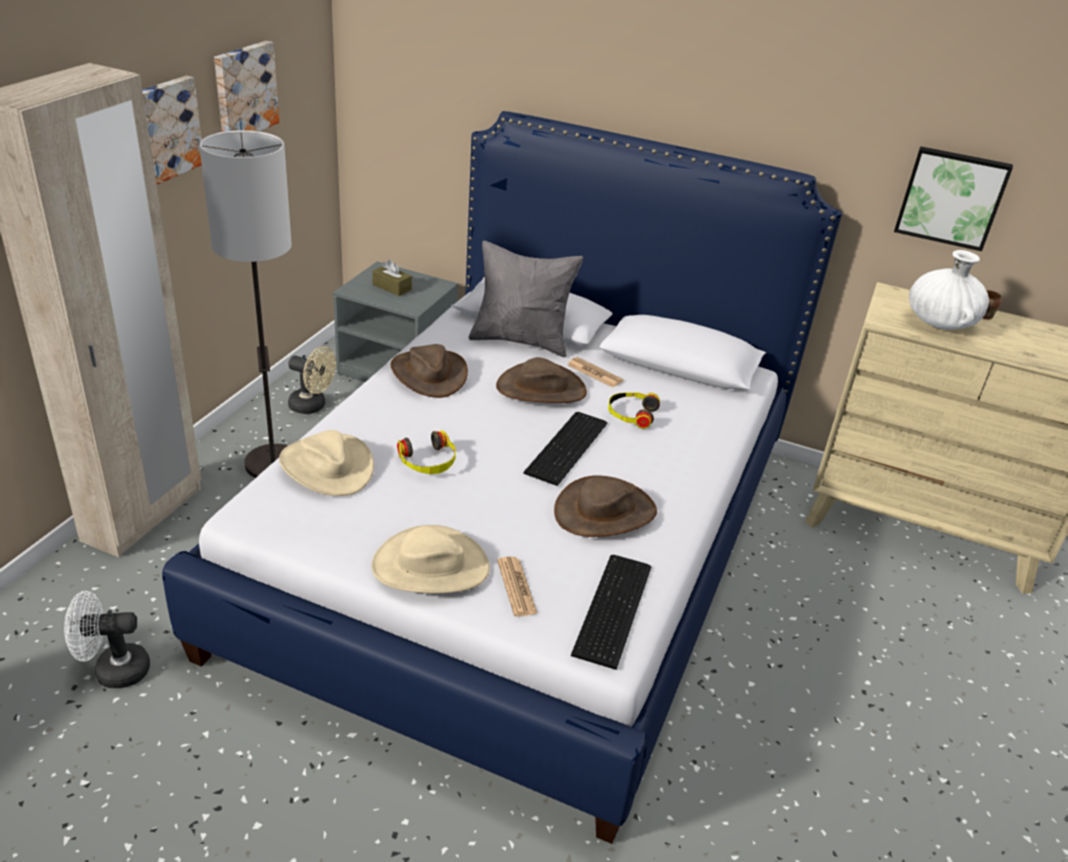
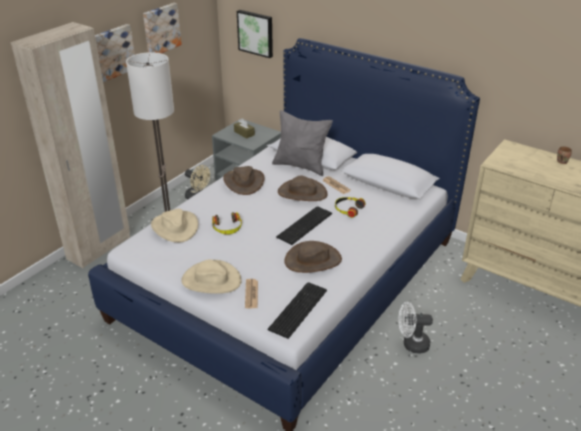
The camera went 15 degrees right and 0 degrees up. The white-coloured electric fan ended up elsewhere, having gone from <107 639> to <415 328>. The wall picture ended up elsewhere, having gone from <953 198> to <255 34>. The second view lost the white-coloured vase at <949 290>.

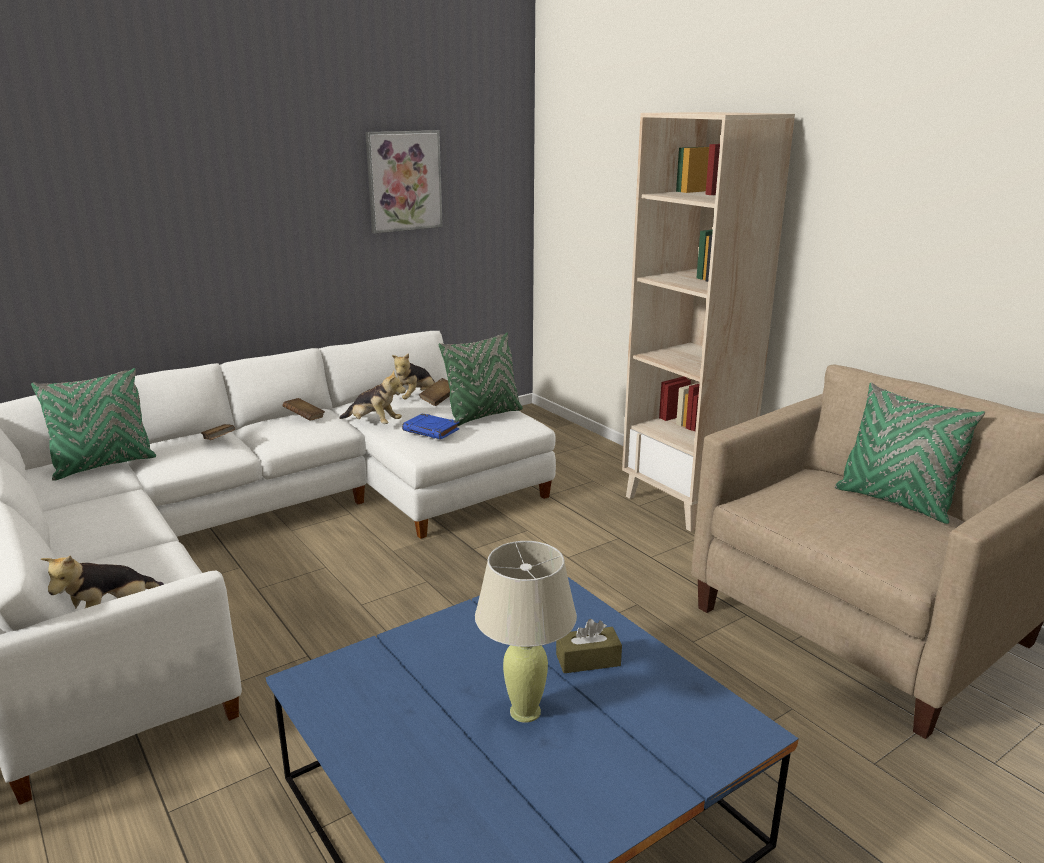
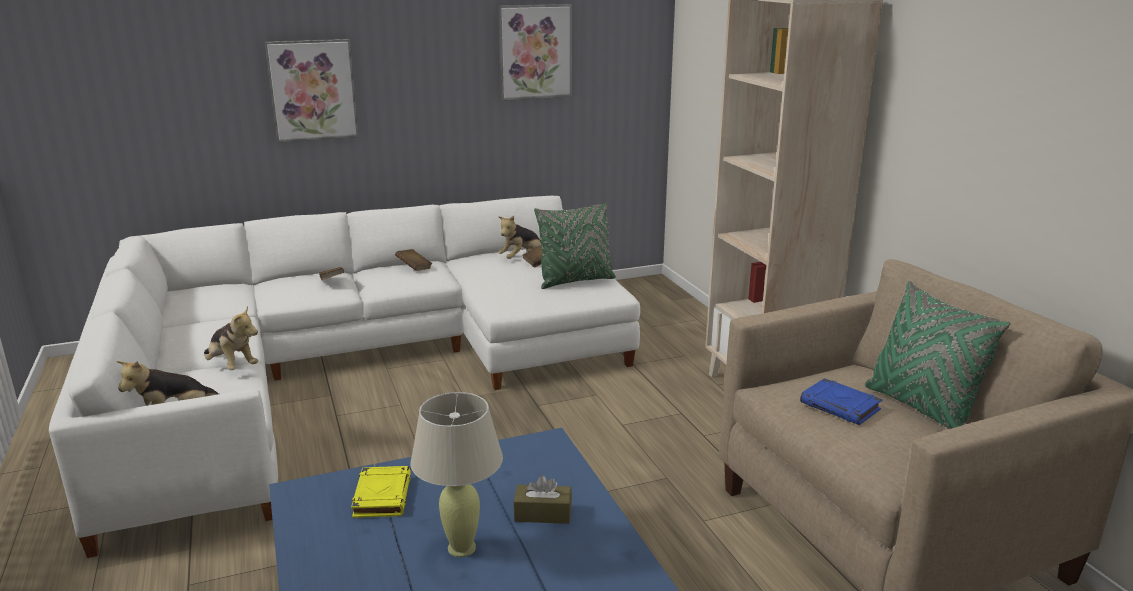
The camera went 15 degrees right and 0 degrees up. The second view lost the green-coloured throw pillow at <93 424>. The cuddly toy ended up elsewhere, having gone from <372 397> to <231 338>. The blue book ended up elsewhere, having gone from <430 426> to <841 401>. The second view gained the wall picture at <312 91>. The second view gained the yellow-coloured book at <381 492>.

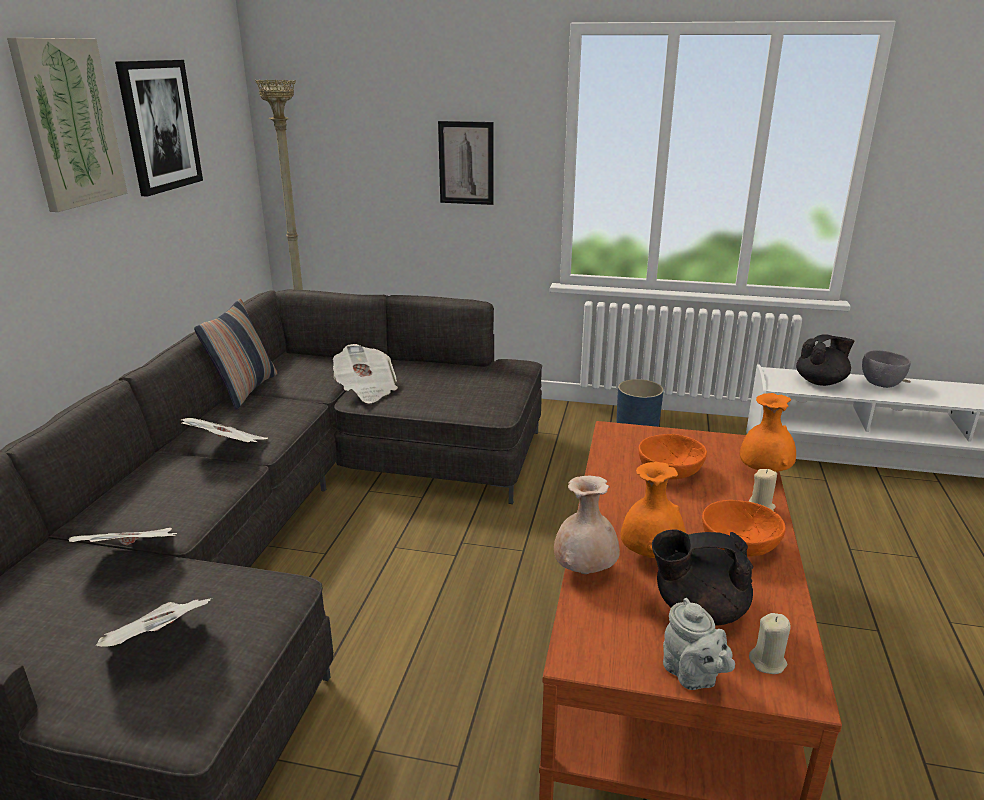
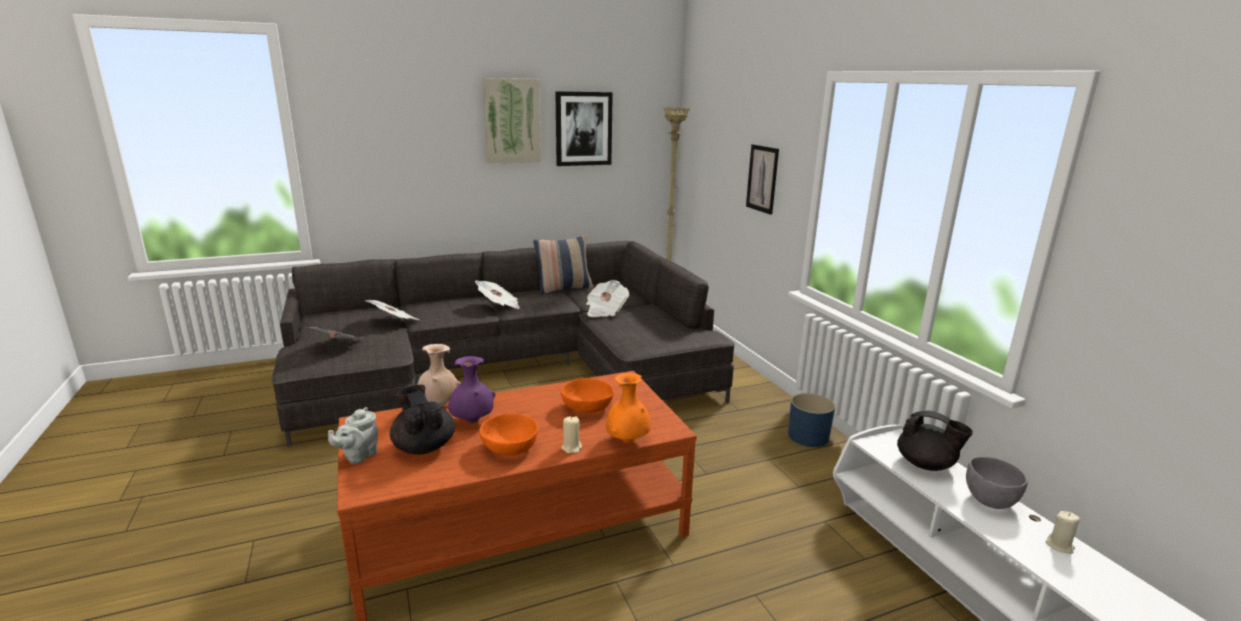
The camera went 55 degrees right and 5 degrees down. What was the orange vase at <653 510> turned into the purple-coloured vase at <471 389>. The beige-coloured wax candle ended up elsewhere, having gone from <769 643> to <1063 532>.

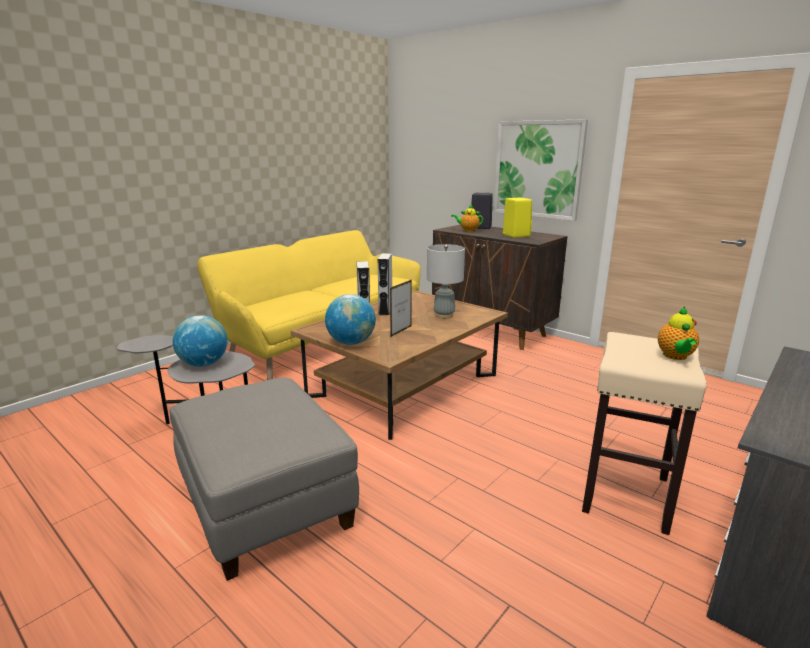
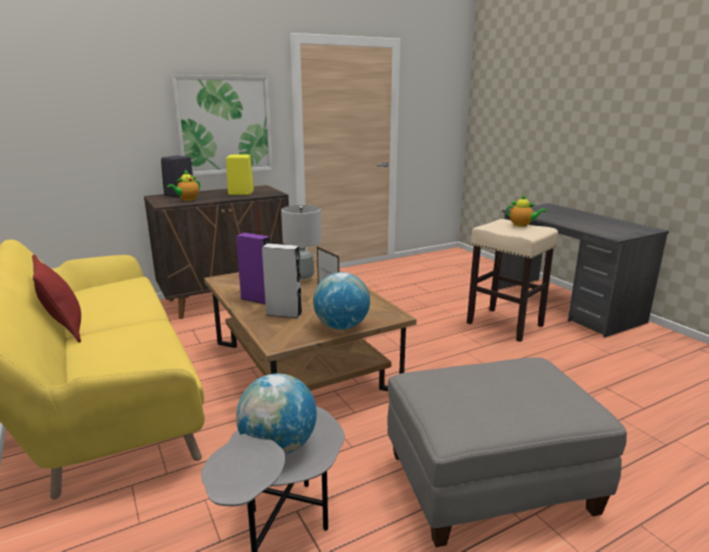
The camera went 70 degrees left and 0 degrees up. What was the greyish audio speaker at <385 284> turned into the purple-coloured audio speaker at <253 268>. The second view gained the red-coloured throw pillow at <56 298>.

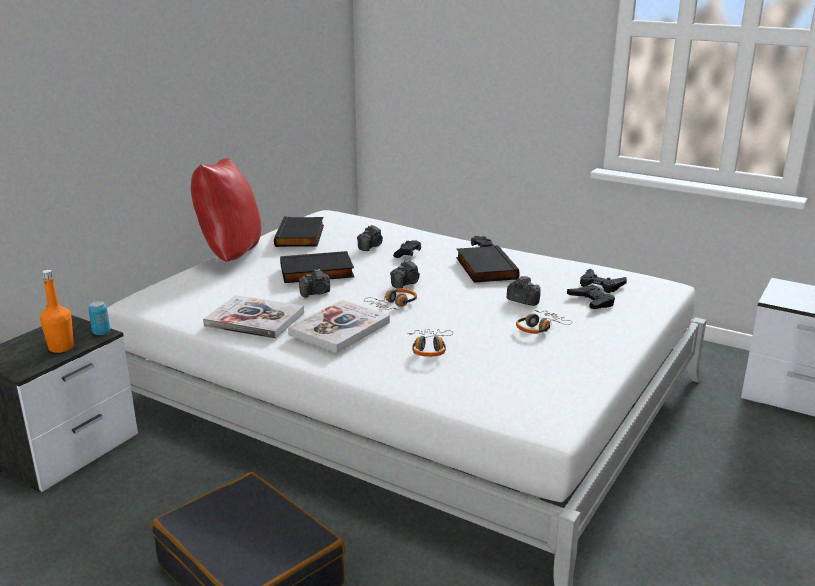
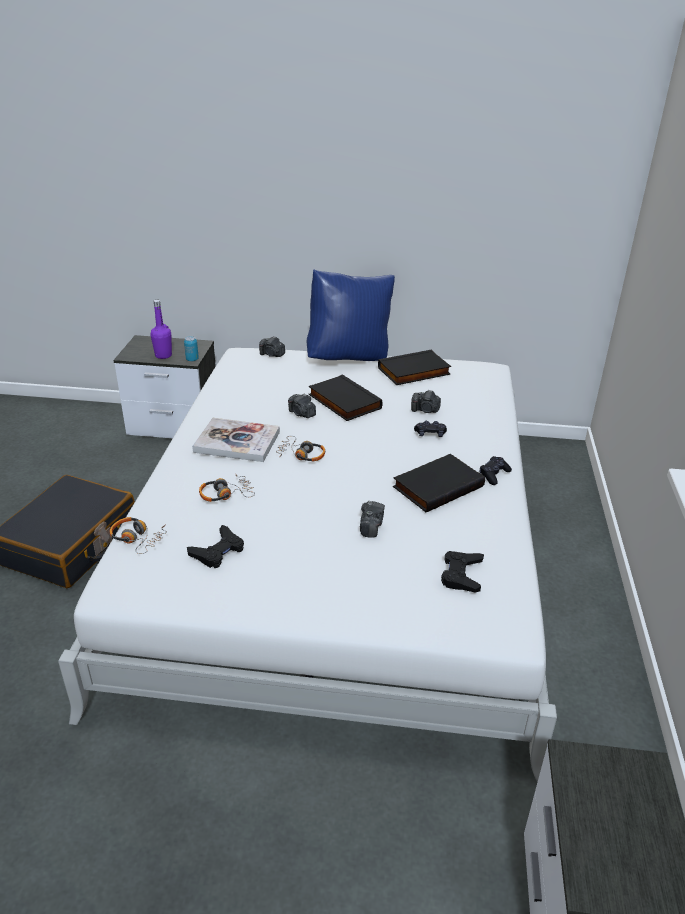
The camera went 65 degrees right and 10 degrees up. What was the orange beverage bottle at <57 311> turned into the purple-coloured beverage bottle at <161 329>. What was the red-coloured throw pillow at <226 210> turned into the blue throw pillow at <351 315>. The second view lost the book at <253 317>. The photo camera ended up elsewhere, having gone from <405 274> to <272 346>. The headphones ended up elsewhere, having gone from <544 322> to <138 535>. The black joypad ended up elsewhere, having gone from <591 297> to <215 546>.

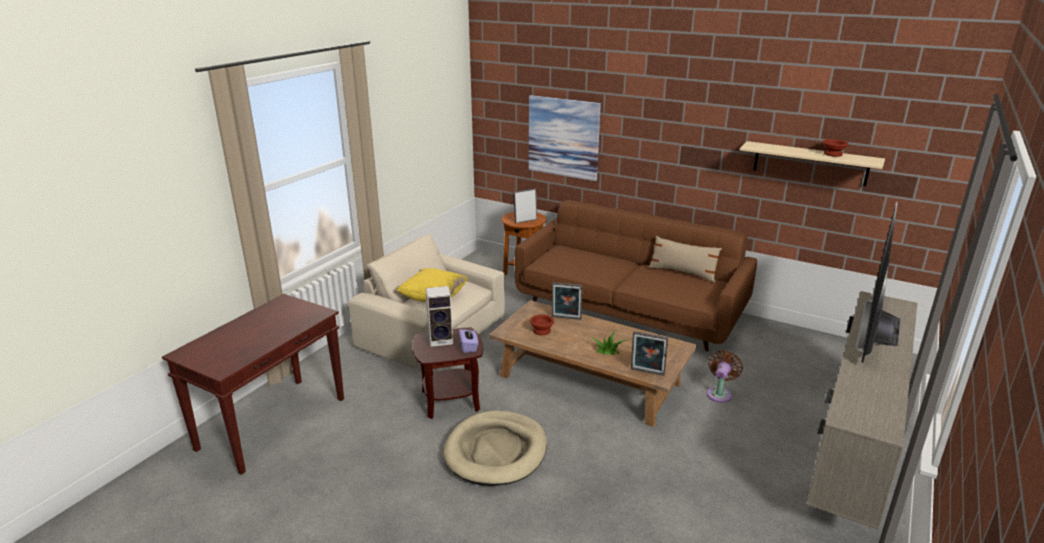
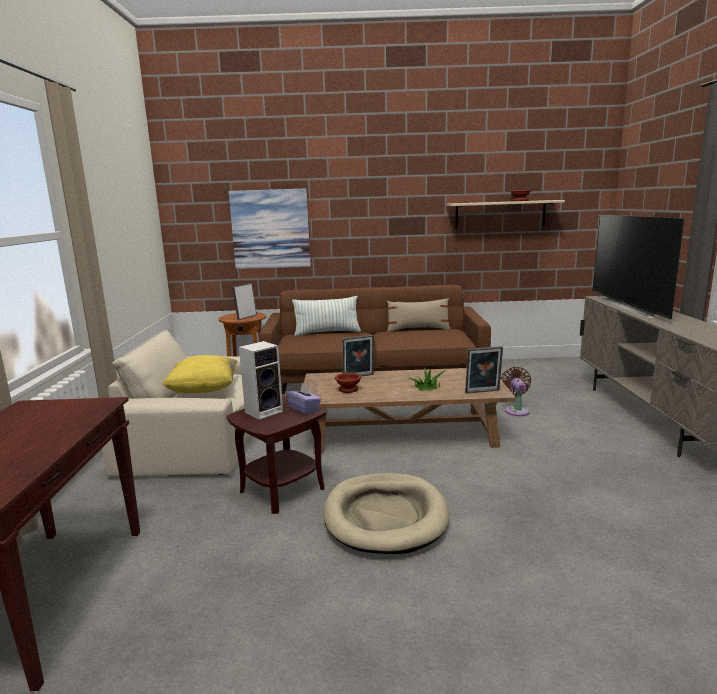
The camera went 30 degrees left and 10 degrees down. The second view gained the throw pillow at <326 316>.

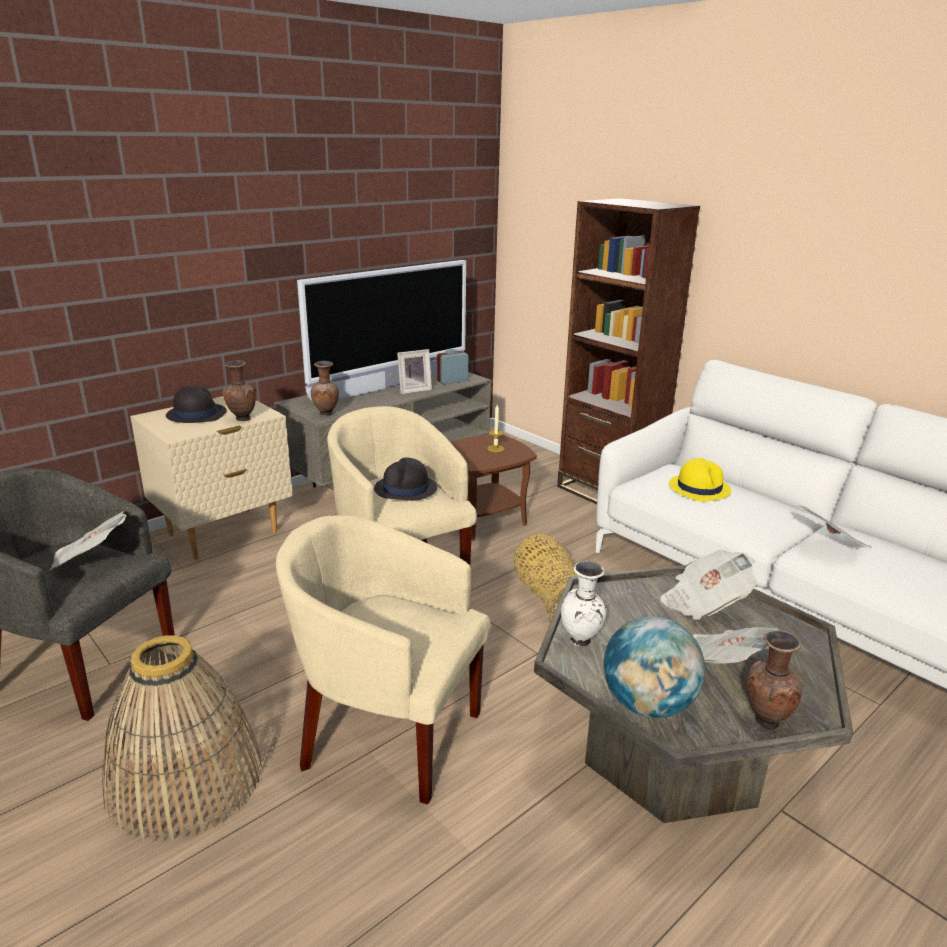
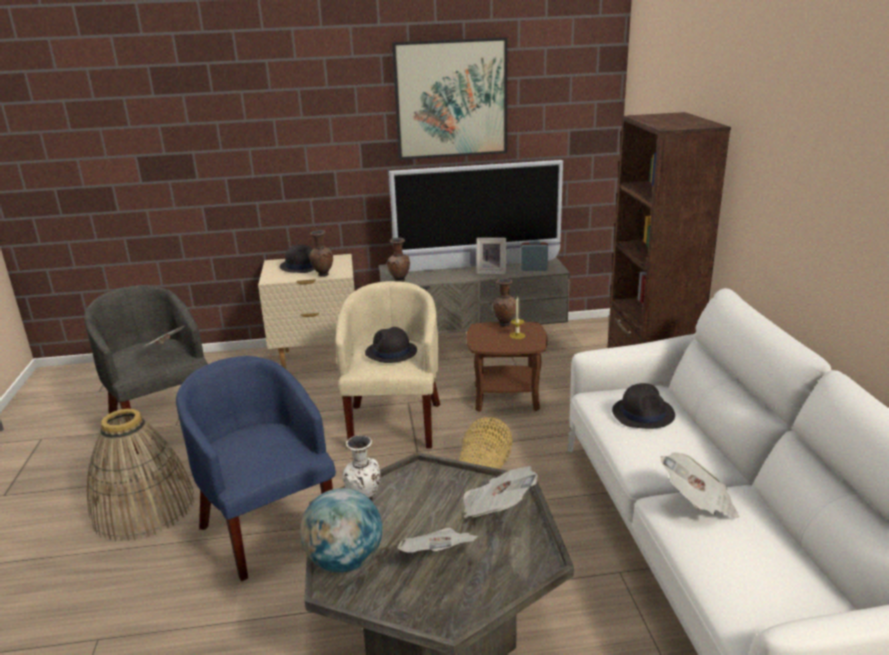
The camera went 35 degrees right and 0 degrees up. What was the beige-coloured lounge chair at <383 659> turned into the blue lounge chair at <256 468>. What was the yellow-coloured clothing hat at <700 480> turned into the black clothing hat at <643 406>. The brown-coloured vase ended up elsewhere, having gone from <774 680> to <504 302>. The second view gained the wall picture at <449 98>.

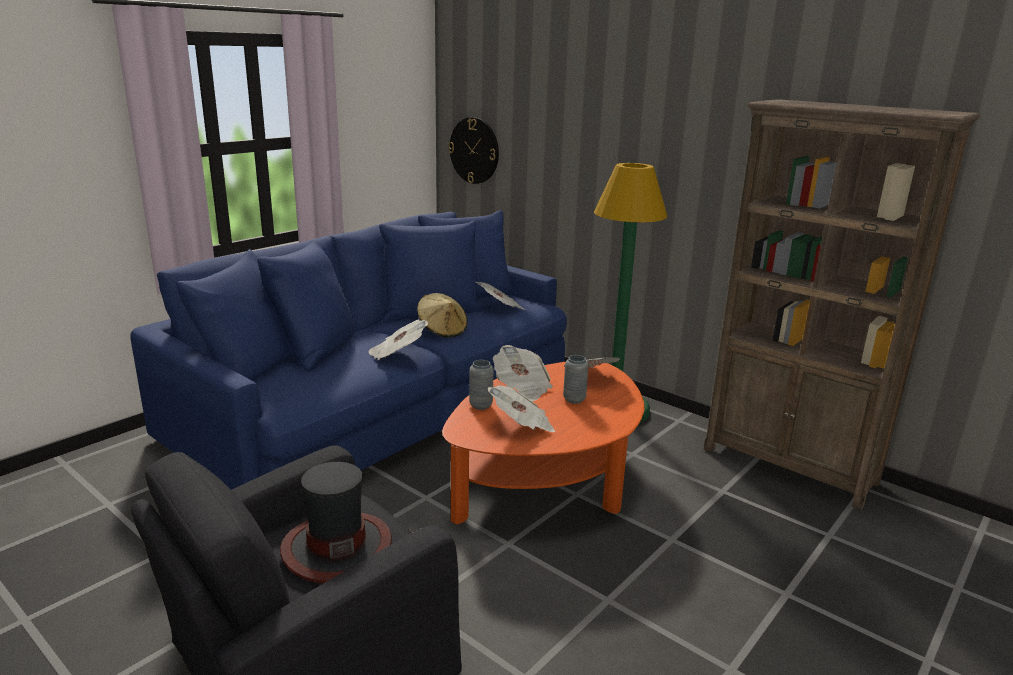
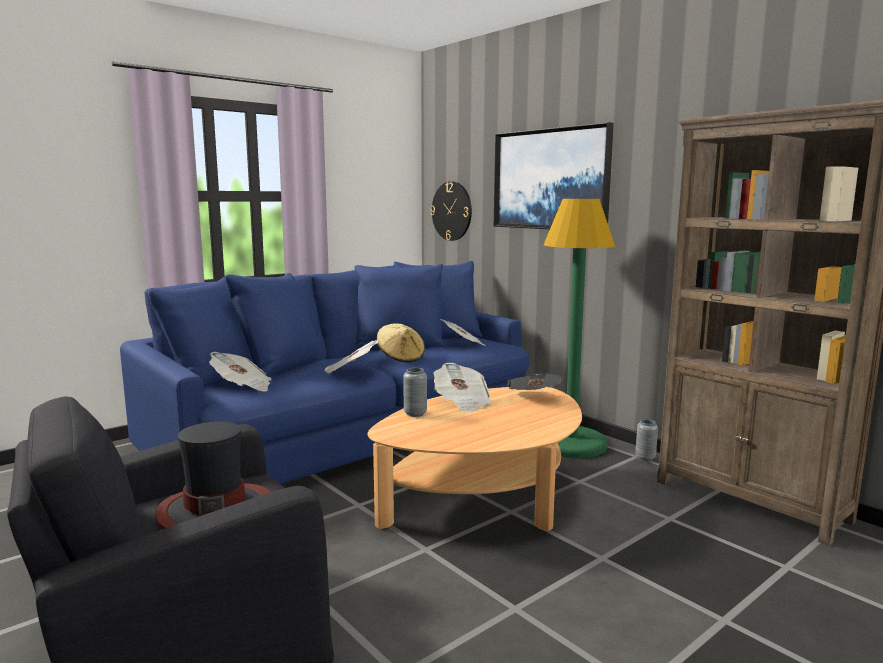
The camera went 10 degrees right and 10 degrees down. What was the orange lounge table at <543 443> turned into the beige-coloured lounge table at <475 459>. The newspaper ended up elsewhere, having gone from <522 409> to <240 372>. The greyish vase ended up elsewhere, having gone from <576 379> to <646 440>. The second view gained the wall picture at <554 175>.

